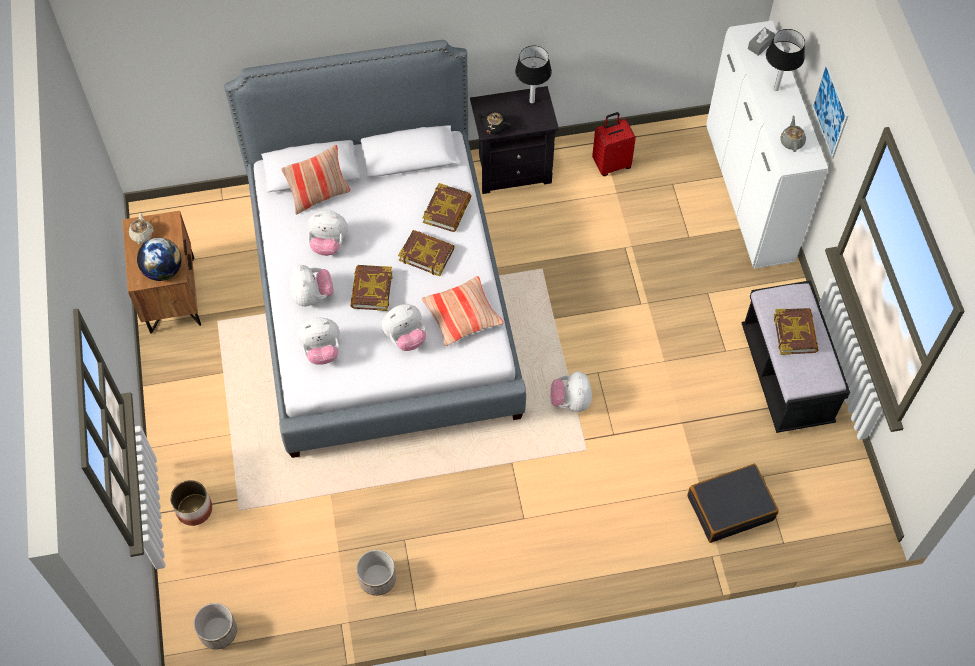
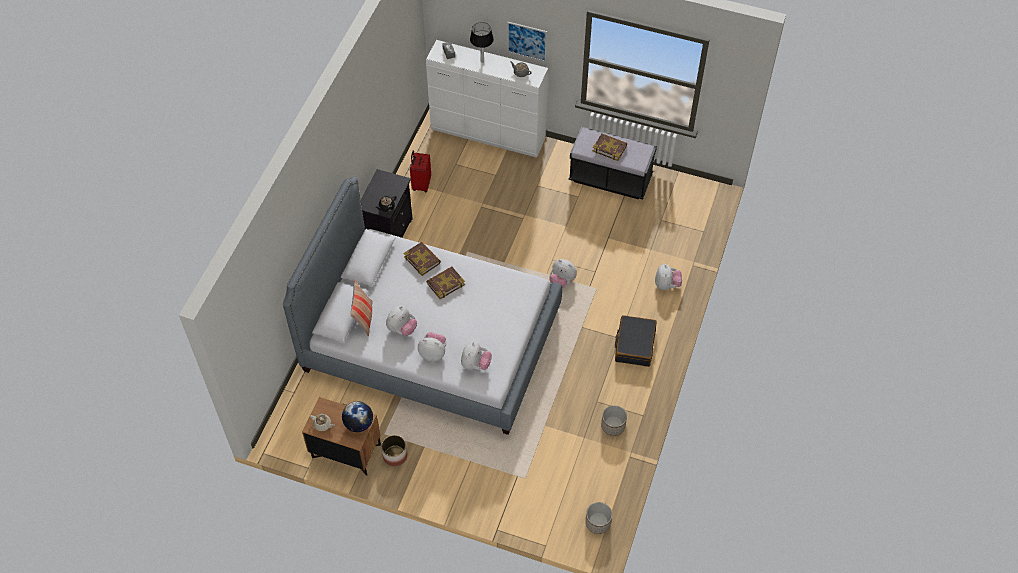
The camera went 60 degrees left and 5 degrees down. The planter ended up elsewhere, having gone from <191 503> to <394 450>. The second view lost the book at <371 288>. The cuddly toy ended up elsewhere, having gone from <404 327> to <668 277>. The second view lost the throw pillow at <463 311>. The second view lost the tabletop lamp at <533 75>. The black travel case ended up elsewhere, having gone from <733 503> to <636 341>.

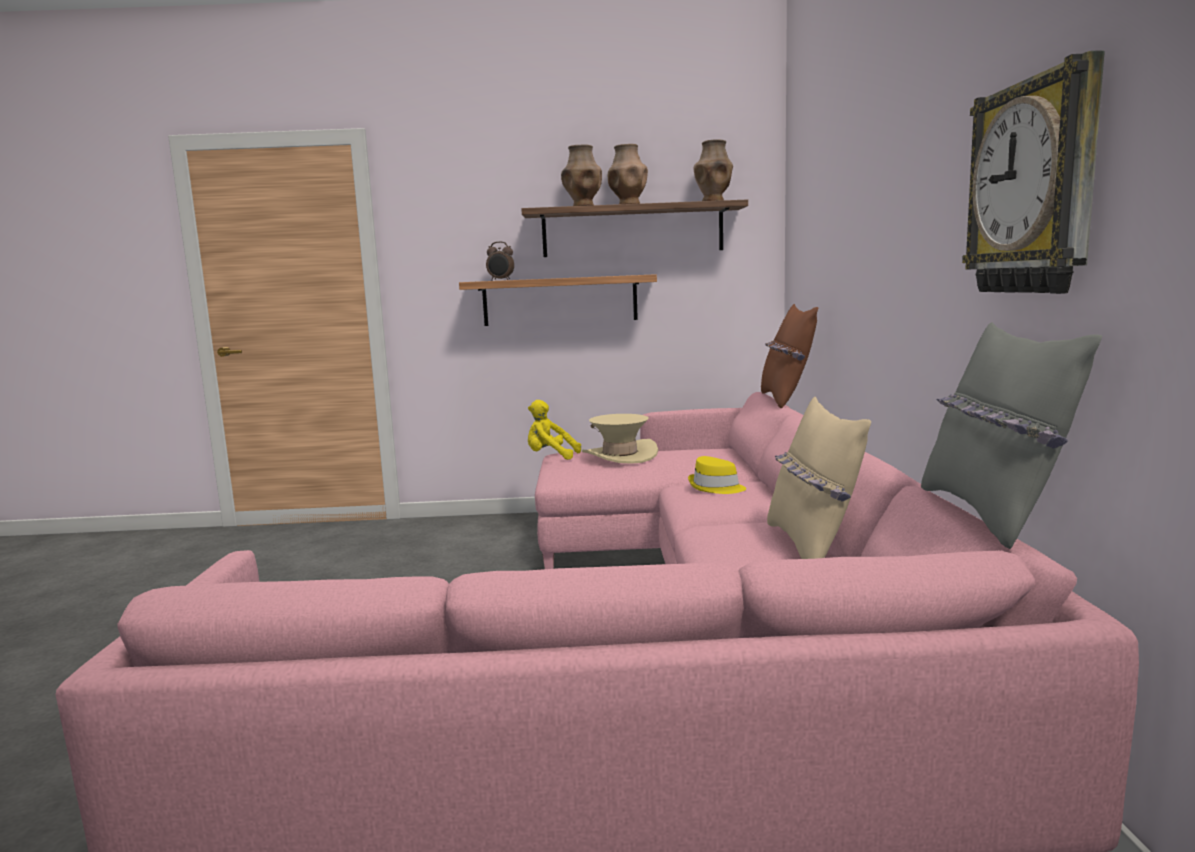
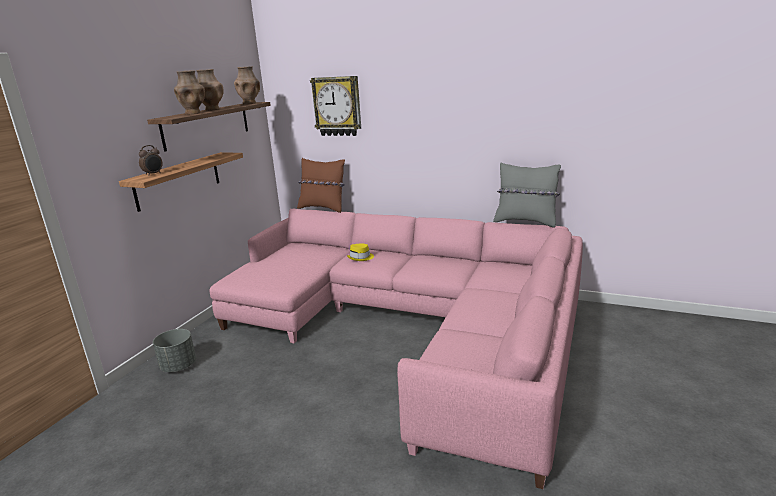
The camera went 65 degrees left and 10 degrees up. The second view lost the yellow-coloured cuddly toy at <554 430>. The second view lost the beige-coloured clothing hat at <620 439>. The second view lost the beige-coloured throw pillow at <819 477>. The hanging clock ended up elsewhere, having gone from <1033 172> to <335 106>. The second view gained the greyish planter at <174 350>.

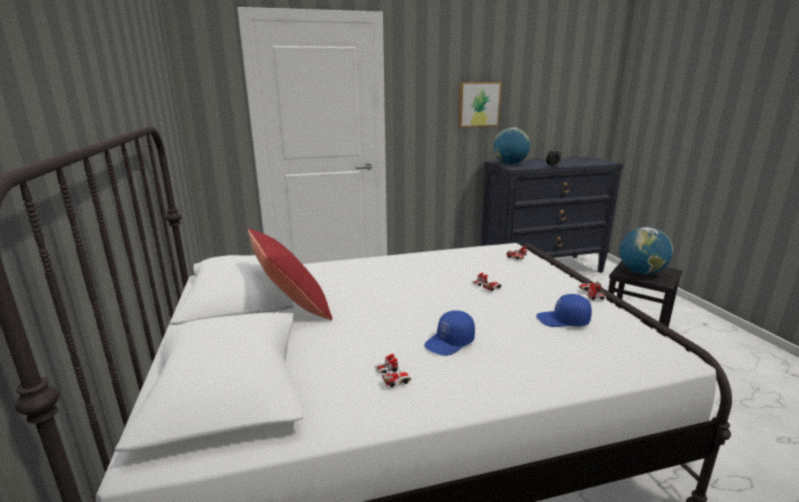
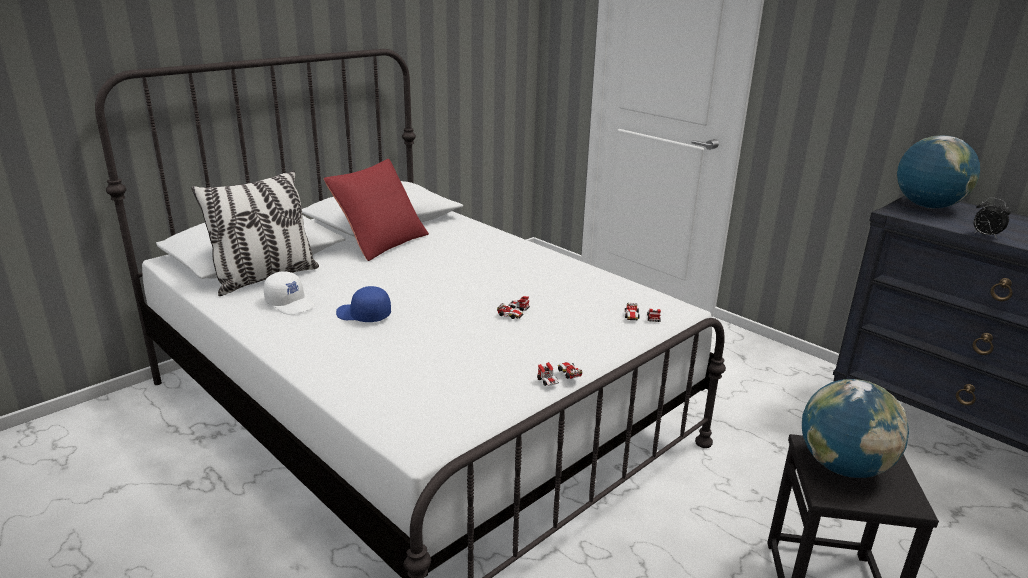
The camera went 60 degrees right and 5 degrees up. Where the miniature car stood at <393 370>, the white-coloured cap came to stand at <289 293>. The second view lost the wall picture at <480 104>. The second view lost the blue cap at <564 310>. The second view gained the throw pillow at <255 233>.

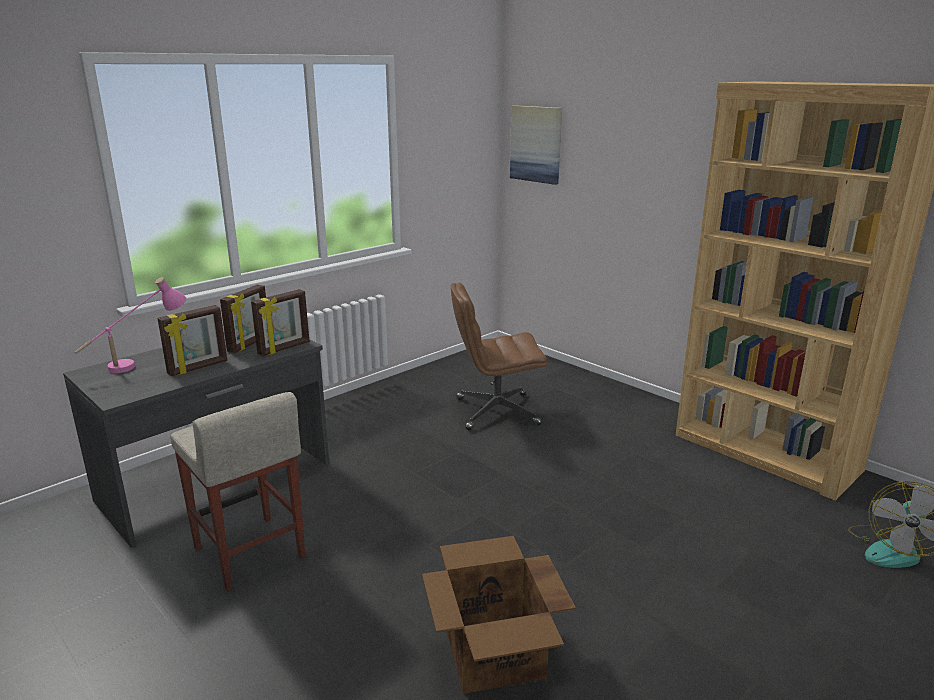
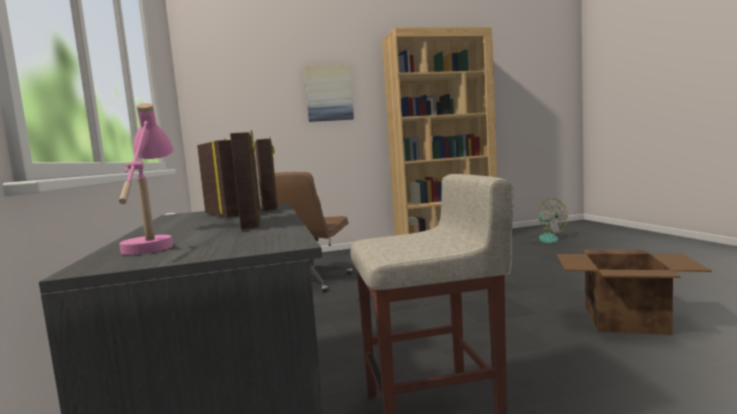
The camera went 60 degrees left and 15 degrees down. The wall picture ended up elsewhere, having gone from <536 145> to <329 93>.

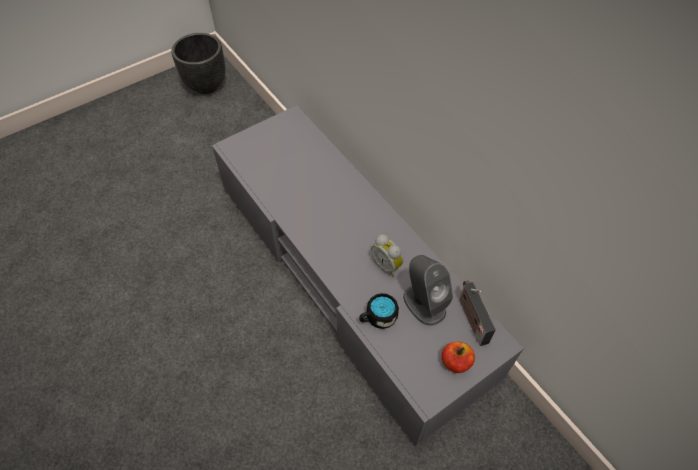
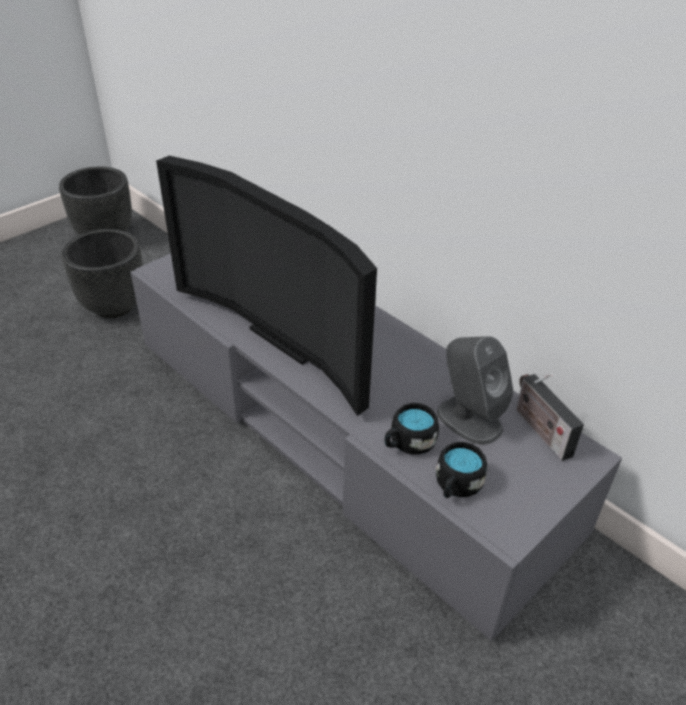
The camera went 10 degrees left and 15 degrees down. The second view lost the bedside clock at <387 255>. The second view lost the apple at <458 357>. The second view gained the black planter at <102 273>. The second view gained the television at <266 286>. The second view gained the black coffee mug at <461 470>.

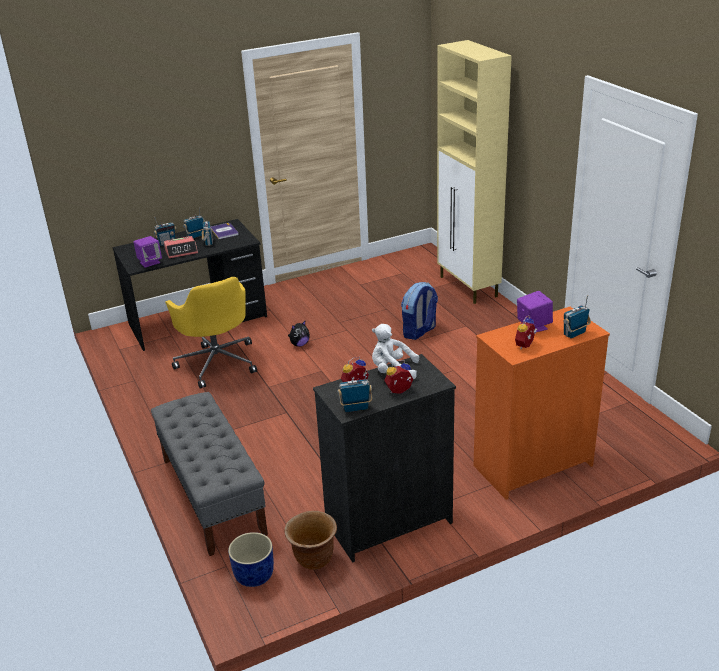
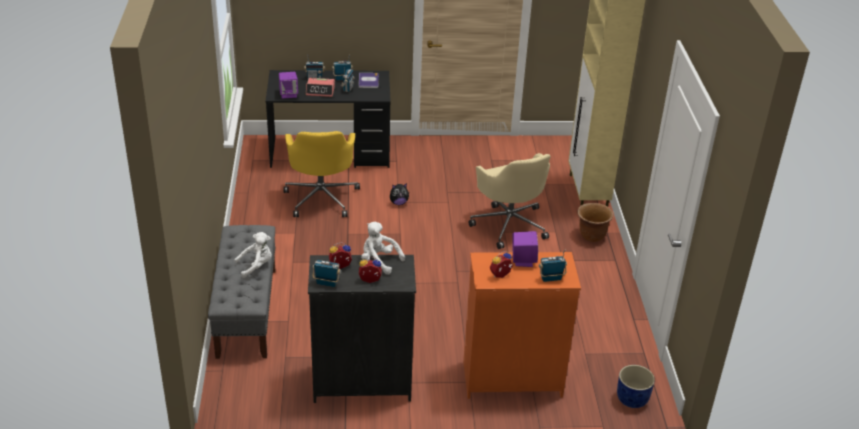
The camera went 20 degrees right and 5 degrees up. The blue planter ended up elsewhere, having gone from <251 559> to <636 386>. The brown-coloured planter ended up elsewhere, having gone from <310 540> to <595 222>. Where the knapsack stood at <419 311>, the beige-coloured desk chair came to stand at <509 201>. The second view gained the white-coloured cuddly toy at <253 255>.

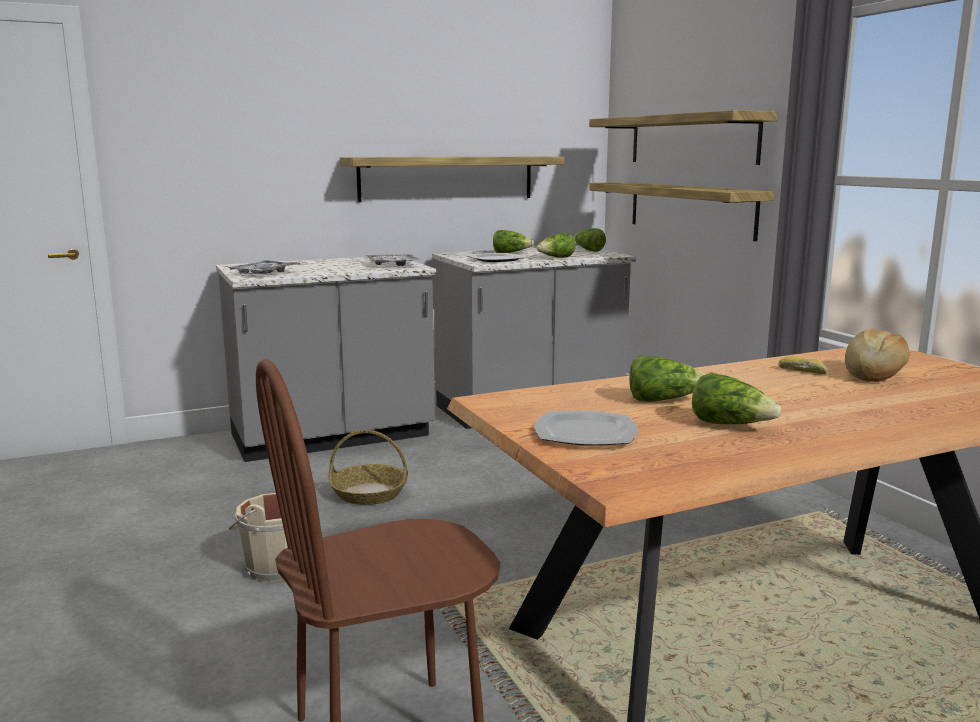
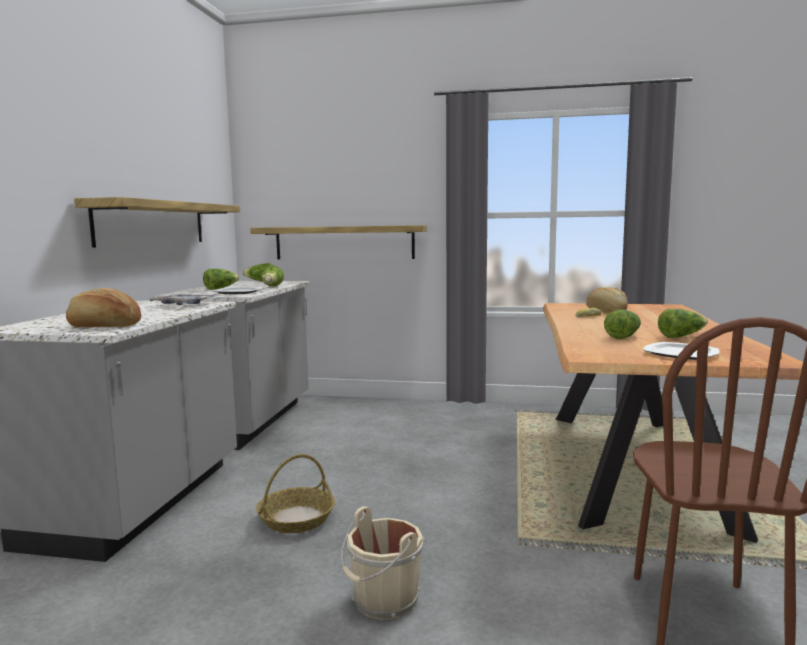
The camera went 55 degrees left and 5 degrees down. Where the serving tray stood at <264 267>, the bread came to stand at <104 307>. The second view lost the bracket shelf at <683 137>.

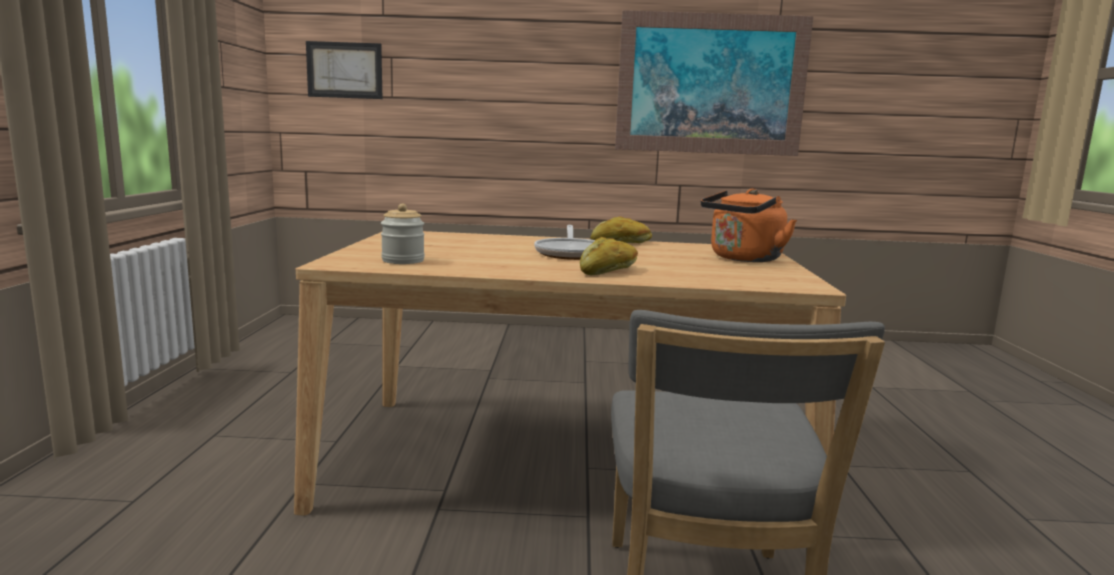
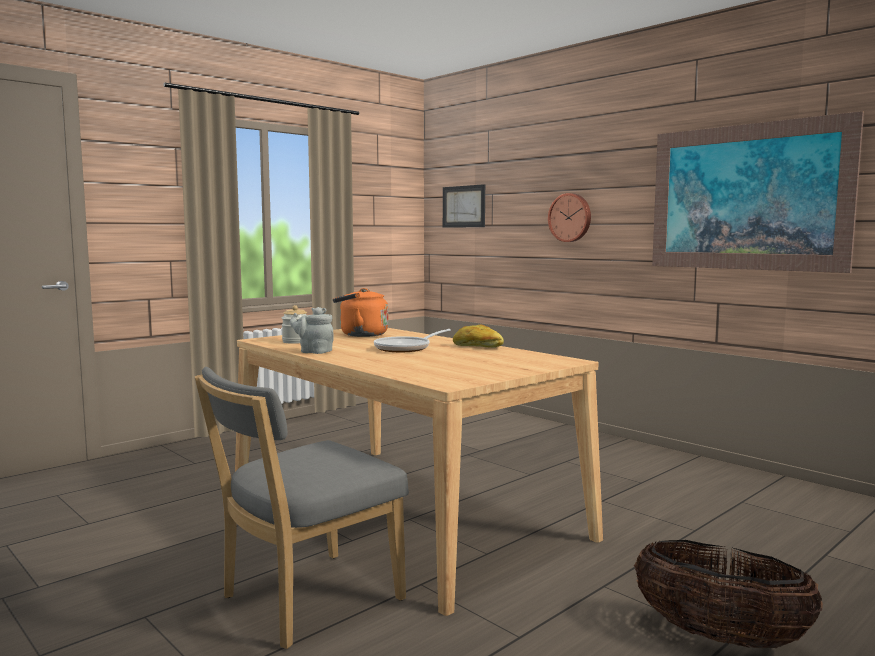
The camera went 45 degrees right and 5 degrees down. The second view lost the bread at <609 256>. The orange water kettle ended up elsewhere, having gone from <749 225> to <360 312>. The second view gained the greyish tea pot at <312 330>. The second view gained the hanging clock at <569 217>. The second view gained the storage basket at <728 594>.

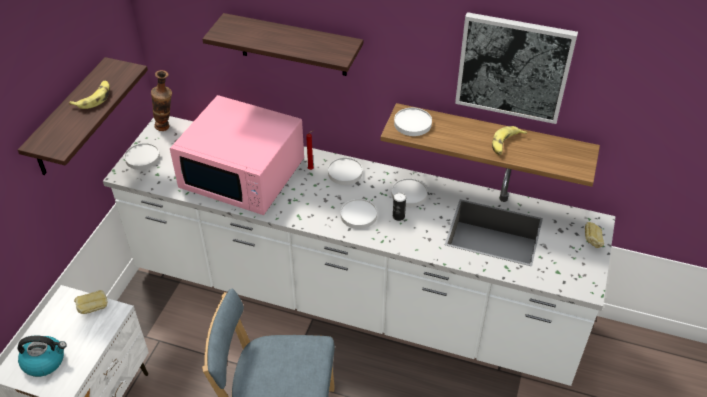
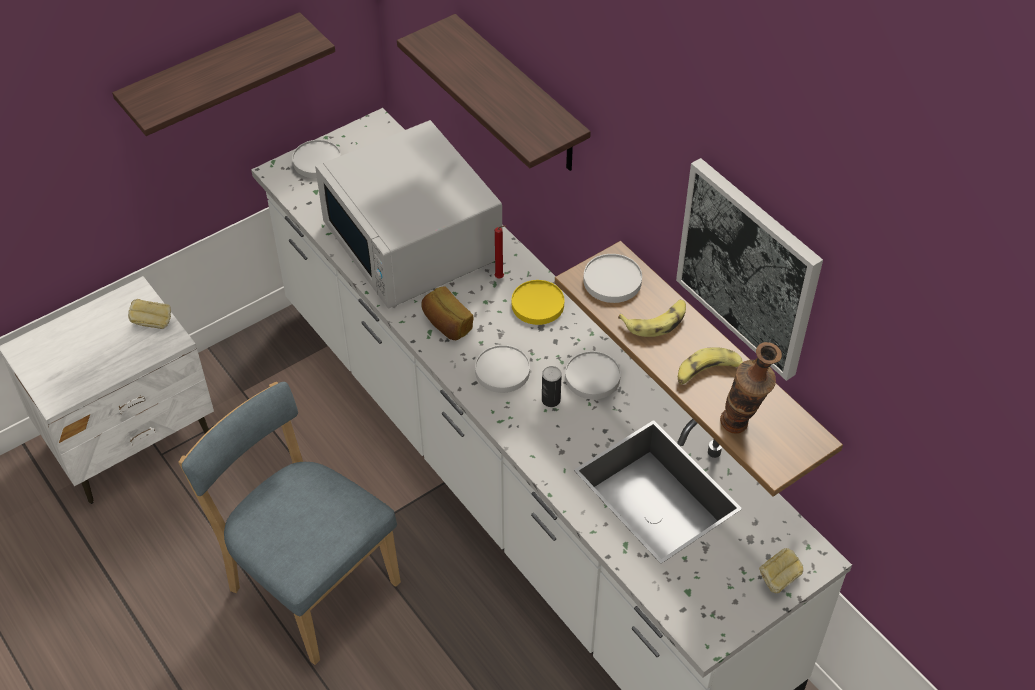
The camera went 35 degrees right and 5 degrees up. The second view lost the water kettle at <42 356>. The whole banana ended up elsewhere, having gone from <89 95> to <652 318>. The vase ended up elsewhere, having gone from <161 100> to <751 388>. What was the pinkish kitchen microwave at <237 155> turned into the white-coloured kitchen microwave at <408 214>. What was the white-coloured dinner plate at <345 171> turned into the yellow-coloured dinner plate at <538 302>. The second view gained the bread at <447 313>.

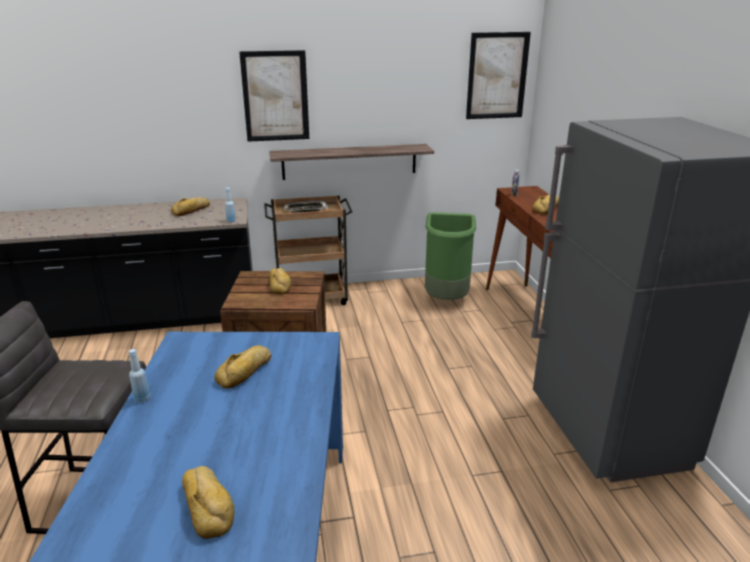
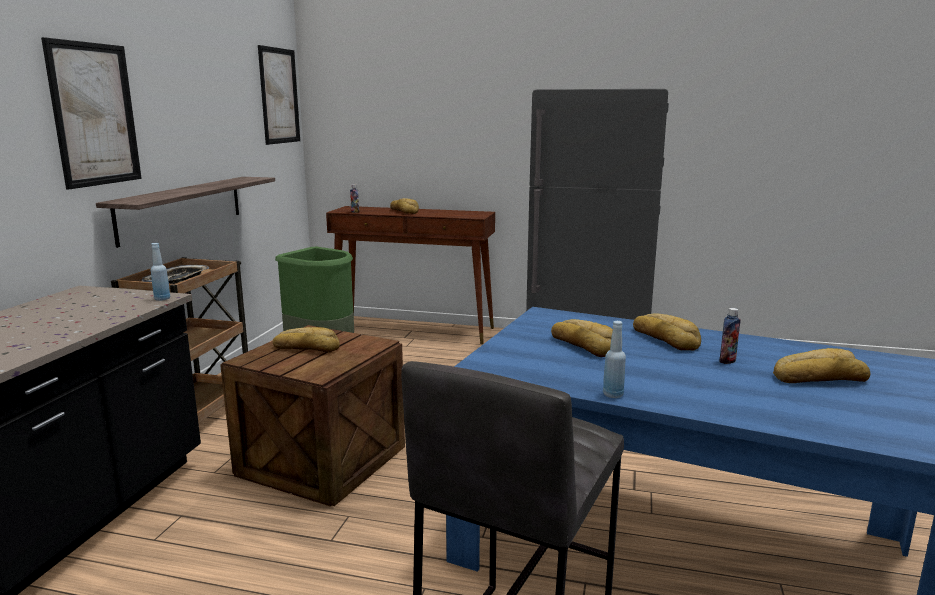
The camera went 65 degrees left and 10 degrees down. The bread ended up elsewhere, having gone from <190 206> to <667 332>. The second view gained the beverage bottle at <730 336>.

